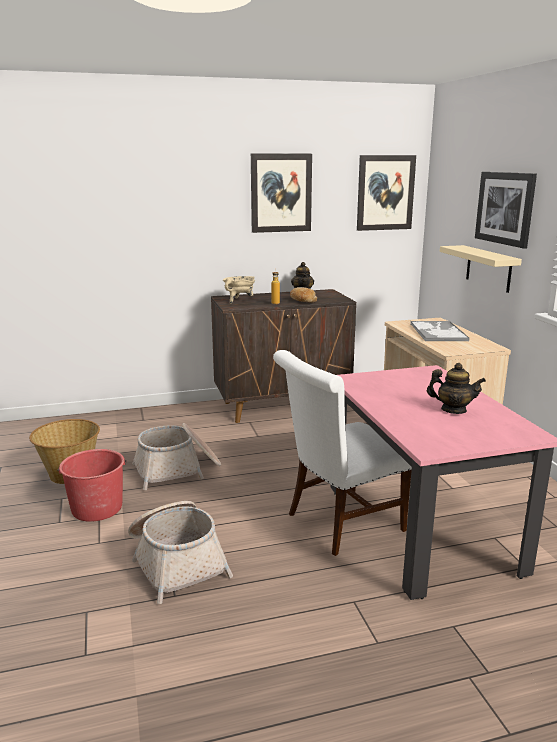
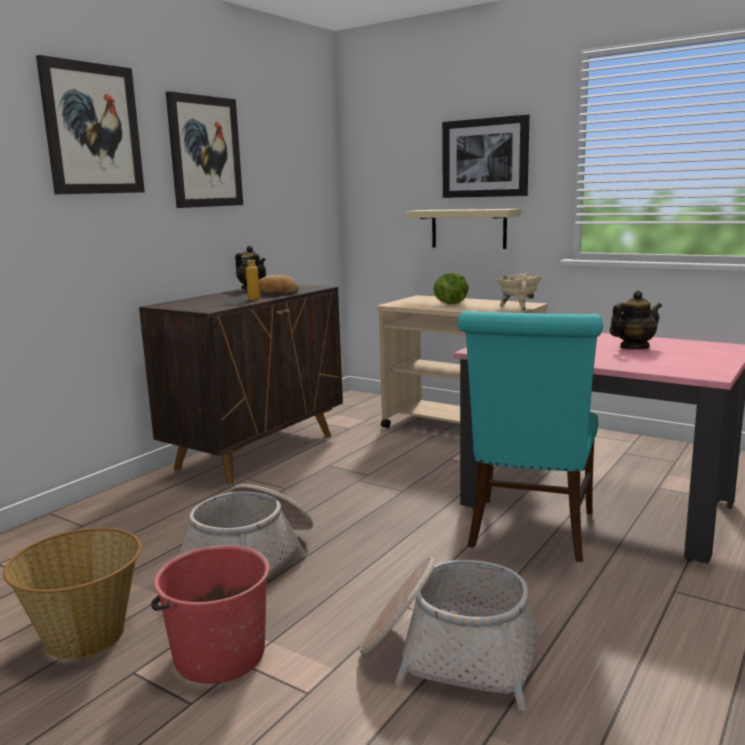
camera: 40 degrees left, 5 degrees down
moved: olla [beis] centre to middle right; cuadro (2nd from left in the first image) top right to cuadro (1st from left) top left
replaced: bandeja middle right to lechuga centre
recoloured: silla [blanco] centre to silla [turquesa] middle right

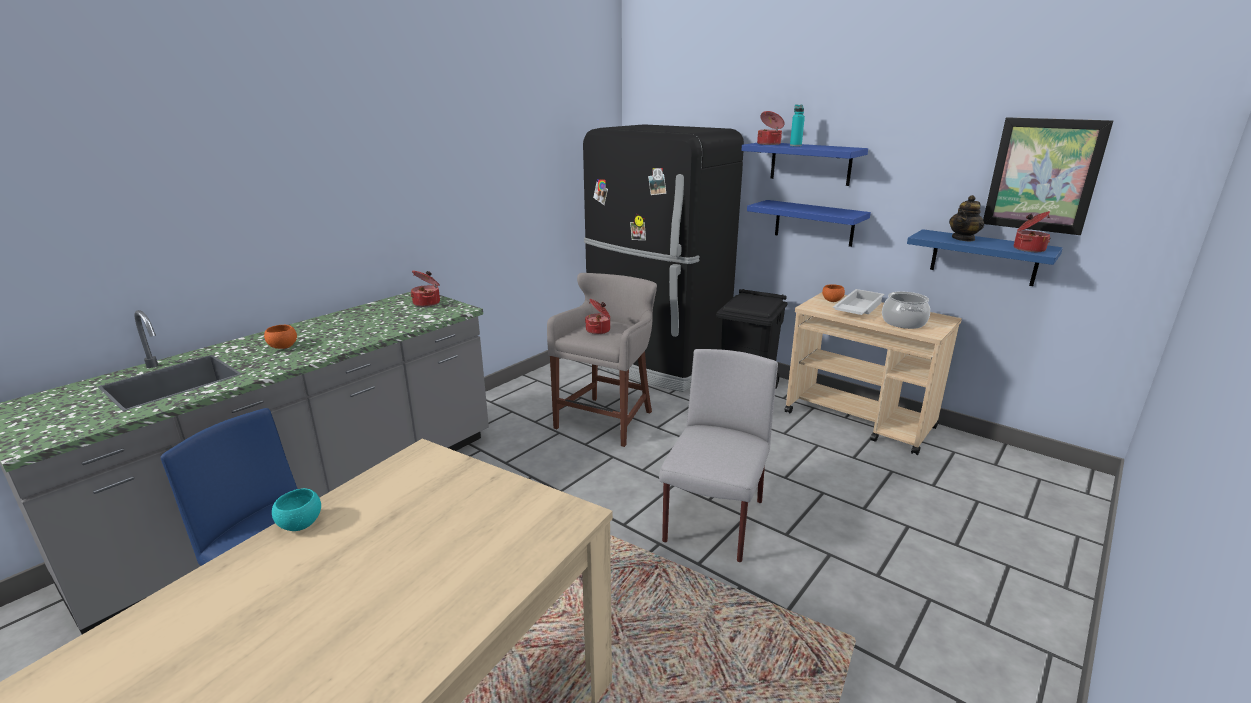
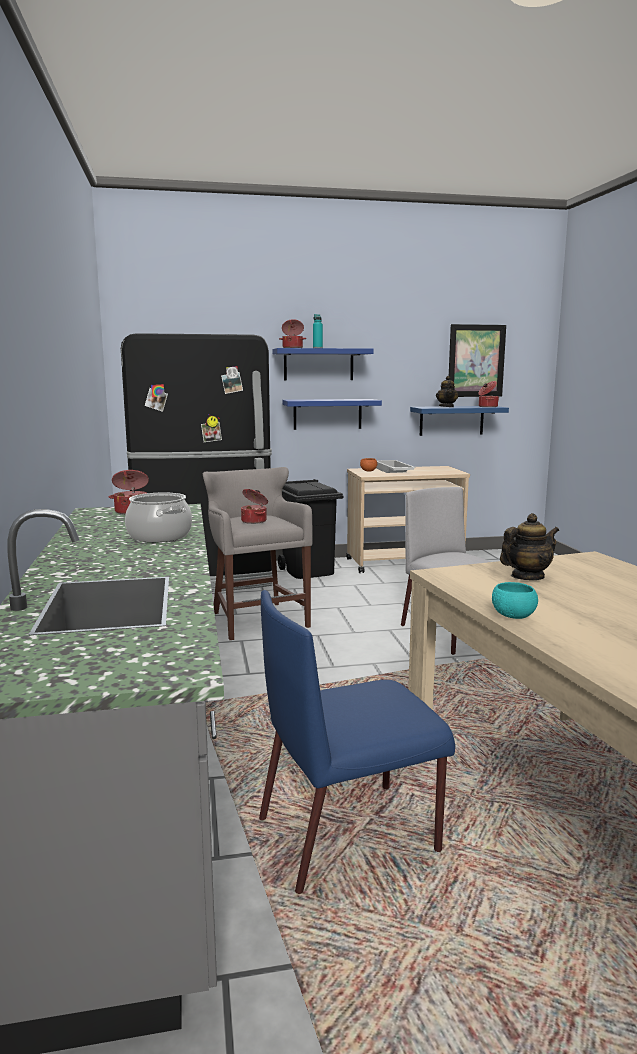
camera: 50 degrees left, 10 degrees down
removed: cuenco [naranja] (1st from left) middle left
added: tetera (2nd from left) middle right
moved: olla (4th from left in the first image) middle right to olla (2nd from left) middle left

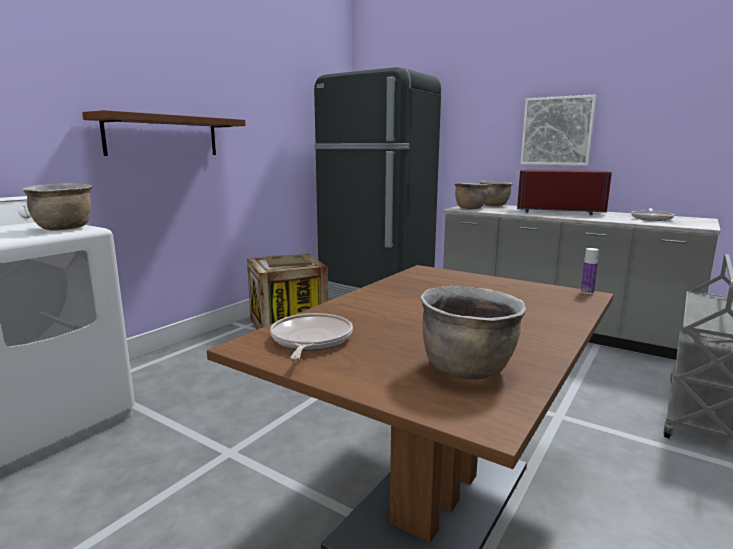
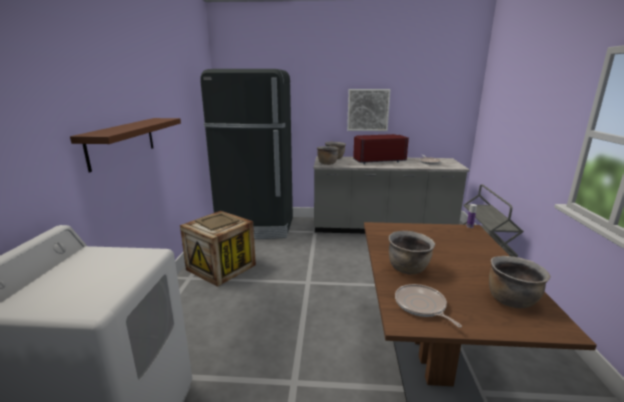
camera: 30 degrees left, 5 degrees up
moved: olla [marrón] (1st from left in the first image) middle left to olla [marrón] (3rd from left) centre

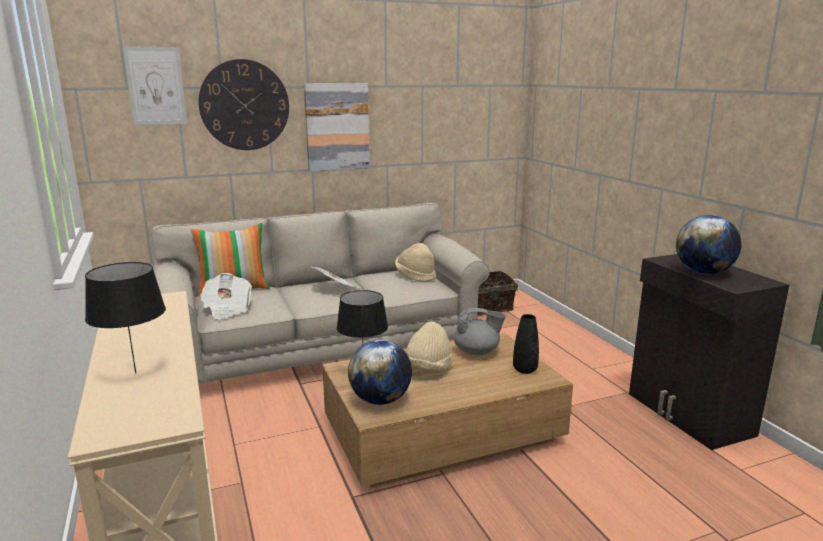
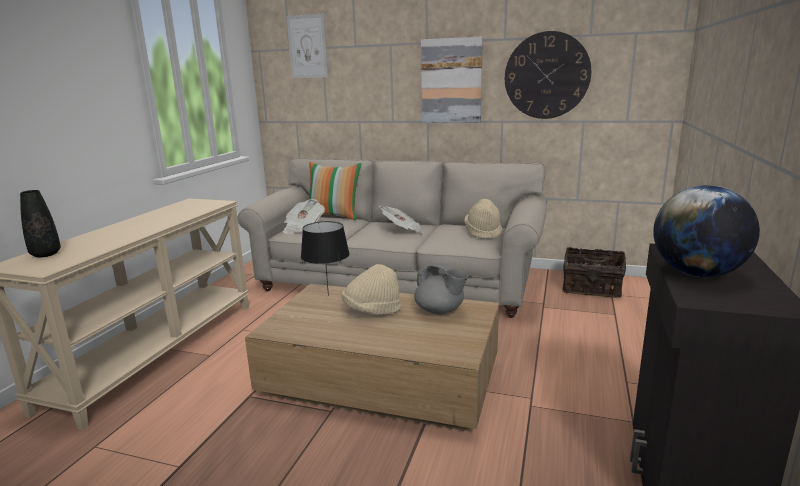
camera: 40 degrees right, 0 degrees up
removed: lámpara de mesa [negro] (1st from left) middle left; globo terráqueo (1st from left) bottom centre
moved: reloj de pared top left to top right; florero [negro] centre to middle left

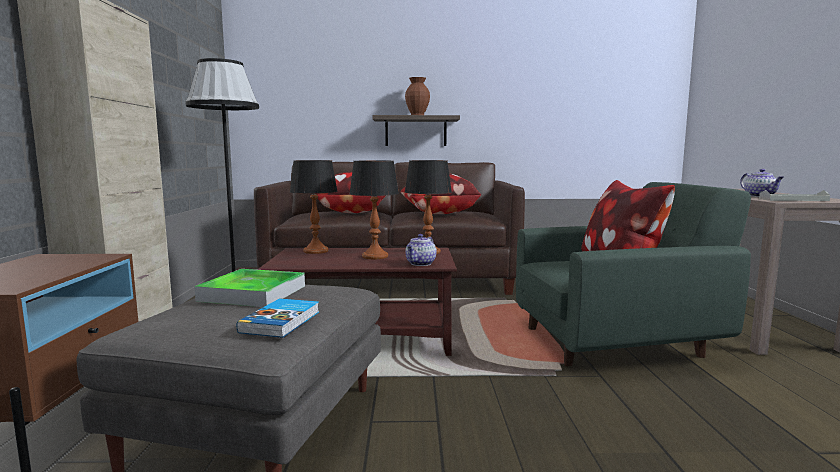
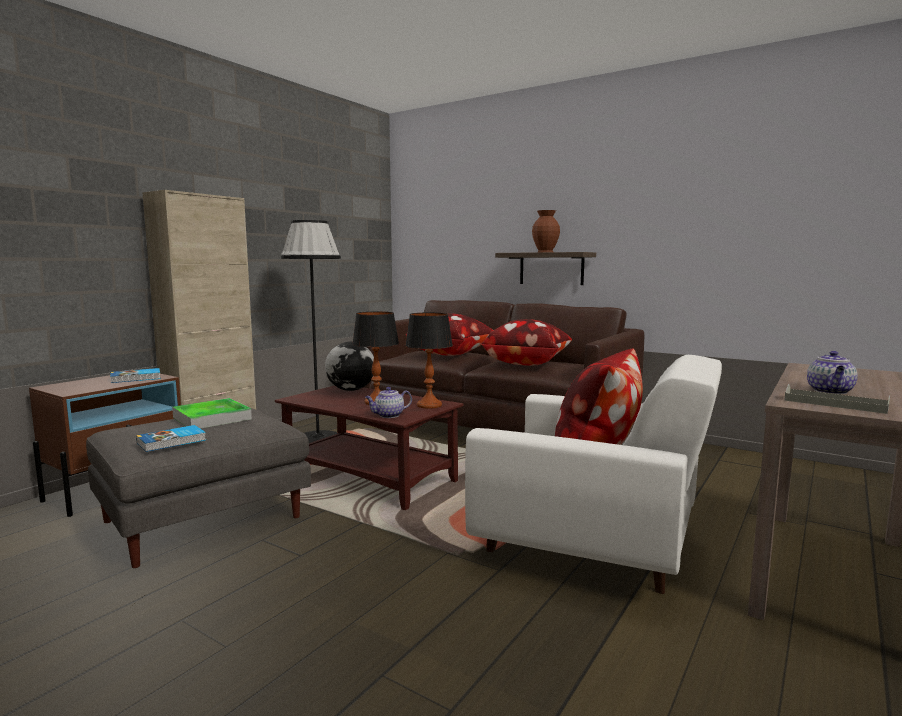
camera: 35 degrees right, 0 degrees up
added: libro (1st from left) middle left
replaced: lámpara de mesa (1st from left) centre to globo terráqueo centre
recoloured: sillón [verde] middle right to sillón [blanco] centre

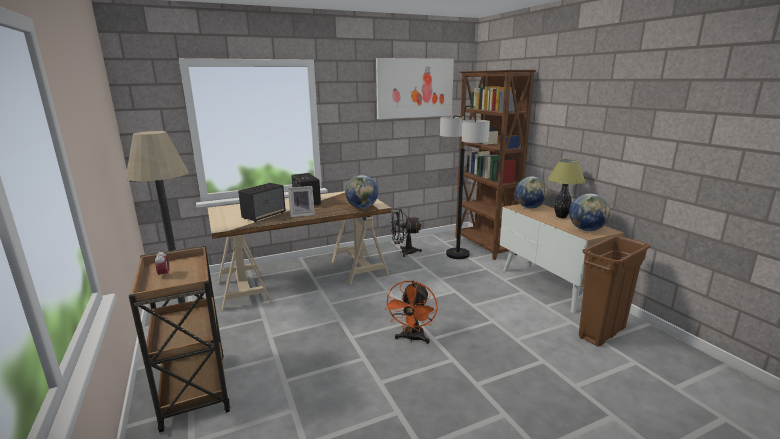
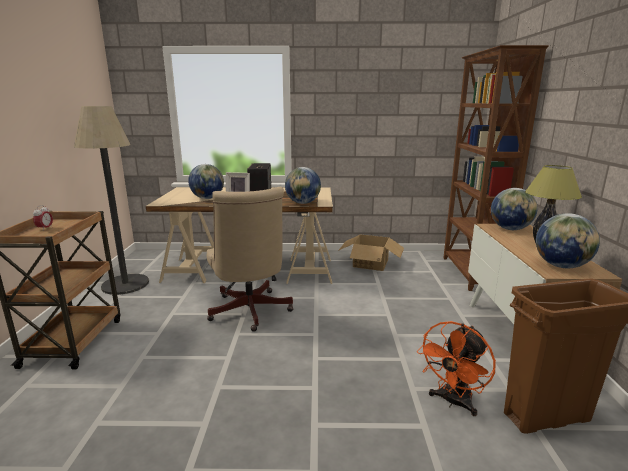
camera: 25 degrees right, 0 degrees up
removed: cuadro top centre; lámpara de pie (2nd from left) centre
added: silla de oficina [beis] centre
moved: ventilador [naranja] bottom centre to bottom right
replaced: altavoz (1st from left) centre to globo terráqueo (1st from left) middle left; ventilador [negro] centre to caja de cartón centre

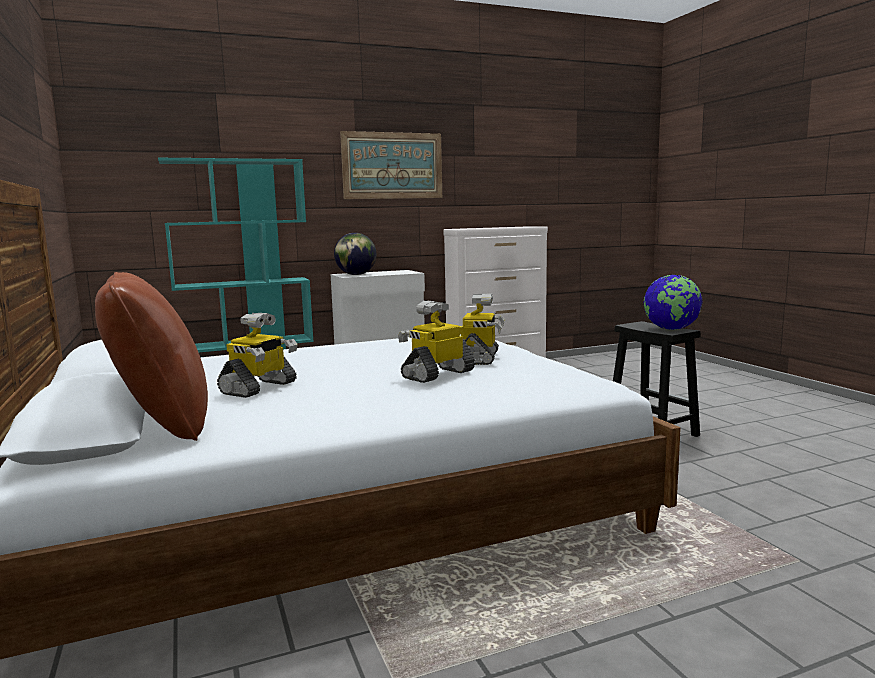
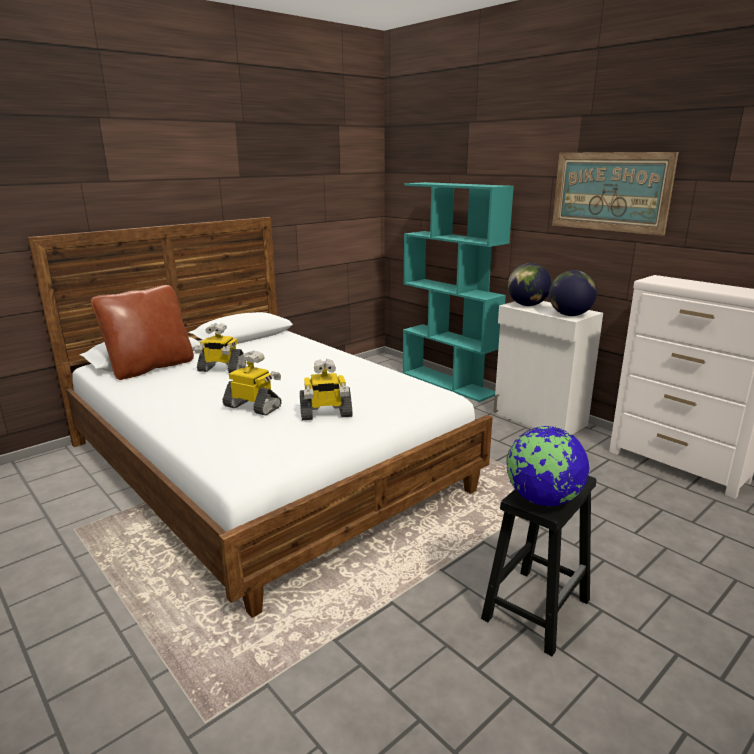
camera: 70 degrees right, 10 degrees up
added: globo terráqueo (3rd from left) middle right

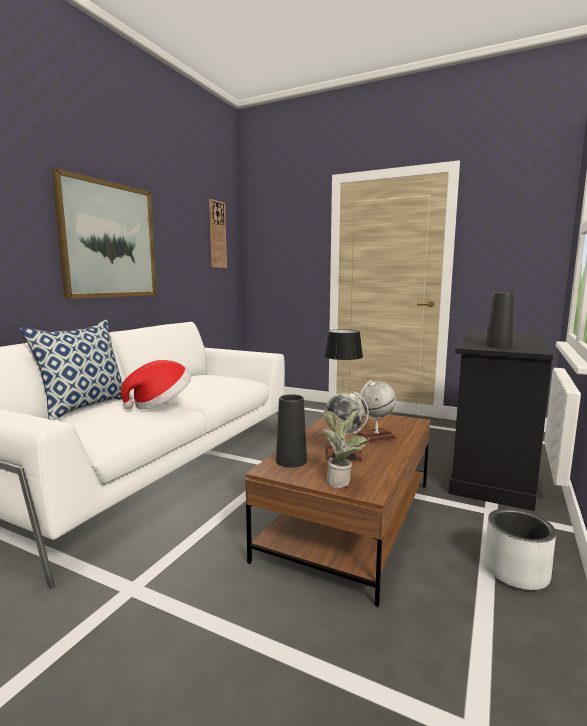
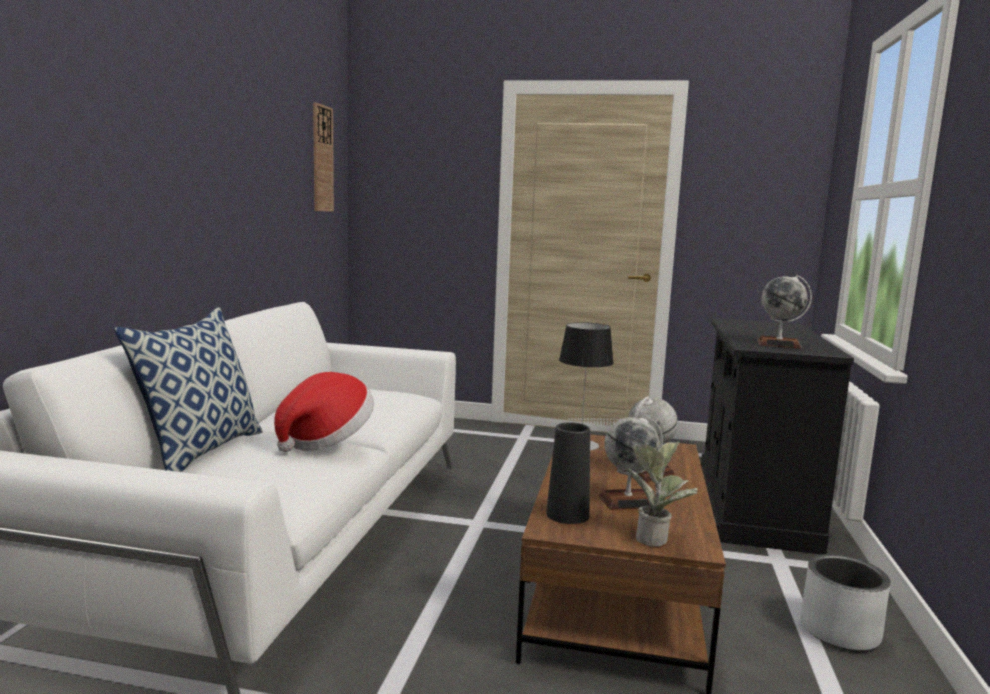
camera: 15 degrees left, 0 degrees up
removed: cuadro top left
replaced: florero [negro] (2nd from left) middle right to globo terráqueo (3rd from left) middle right

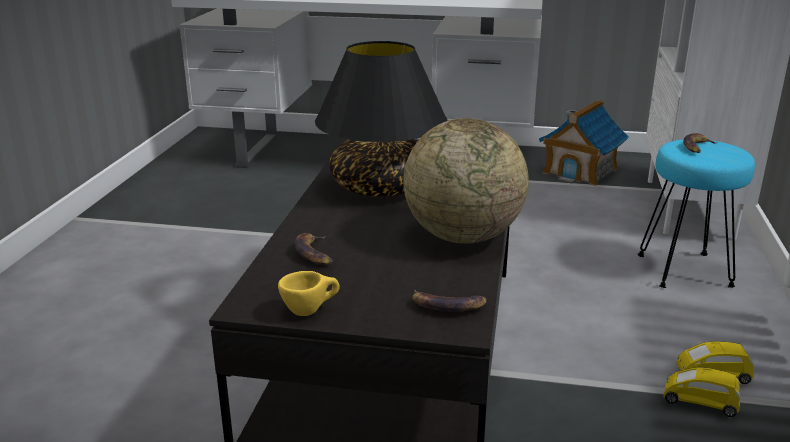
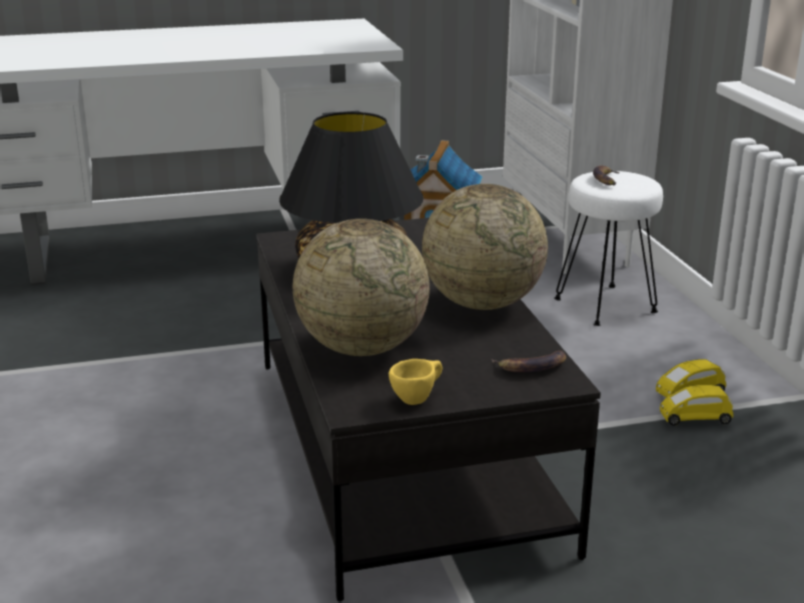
camera: 25 degrees left, 0 degrees up
replaced: plátano (1st from left) centre to globo terráqueo (1st from left) centre
recoloured: taburete [turquesa] middle right to taburete [blanco] middle right

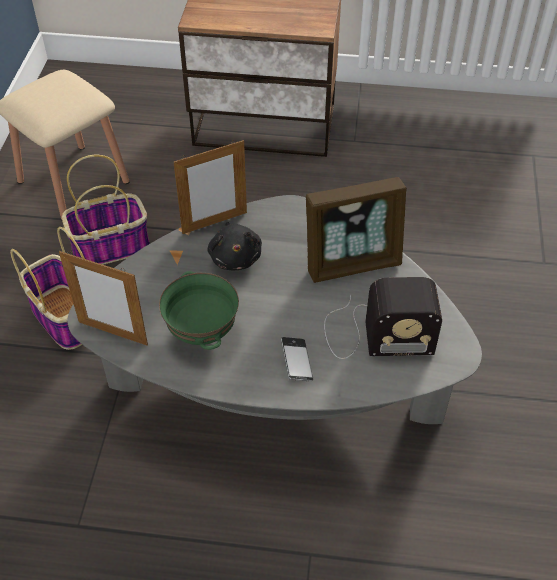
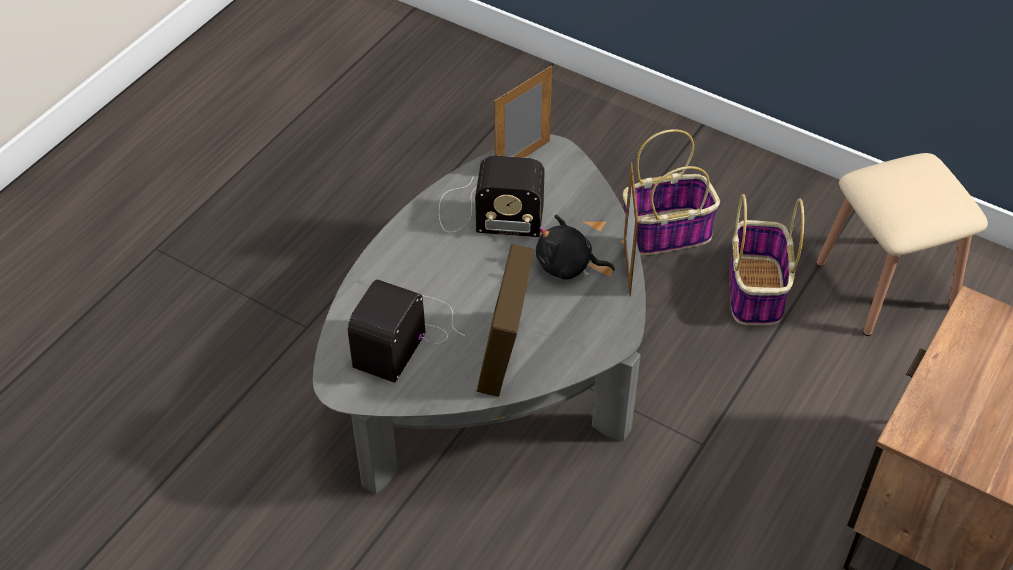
camera: 115 degrees right, 0 degrees up
removed: móvil centre
replaced: cuenco [verde] centre to radio (2nd from left) centre

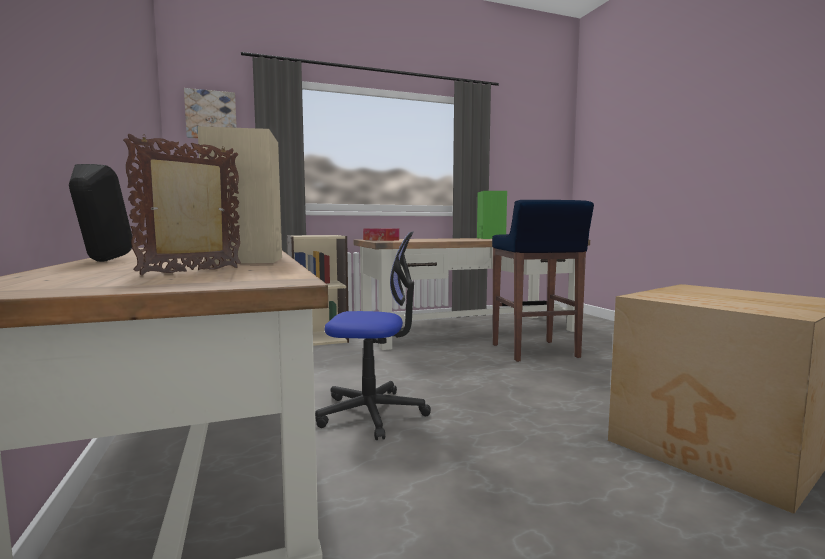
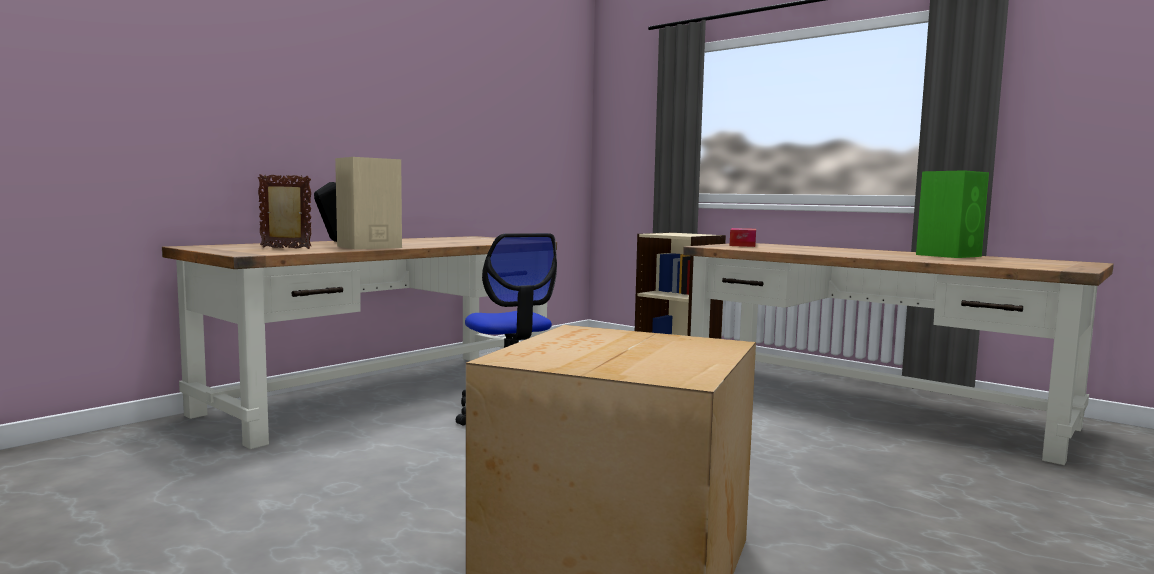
camera: 60 degrees right, 0 degrees up
removed: cuadro top left; taburete [azul] centre

